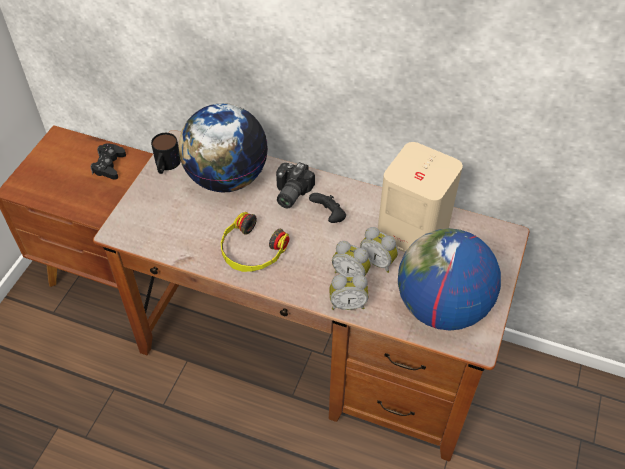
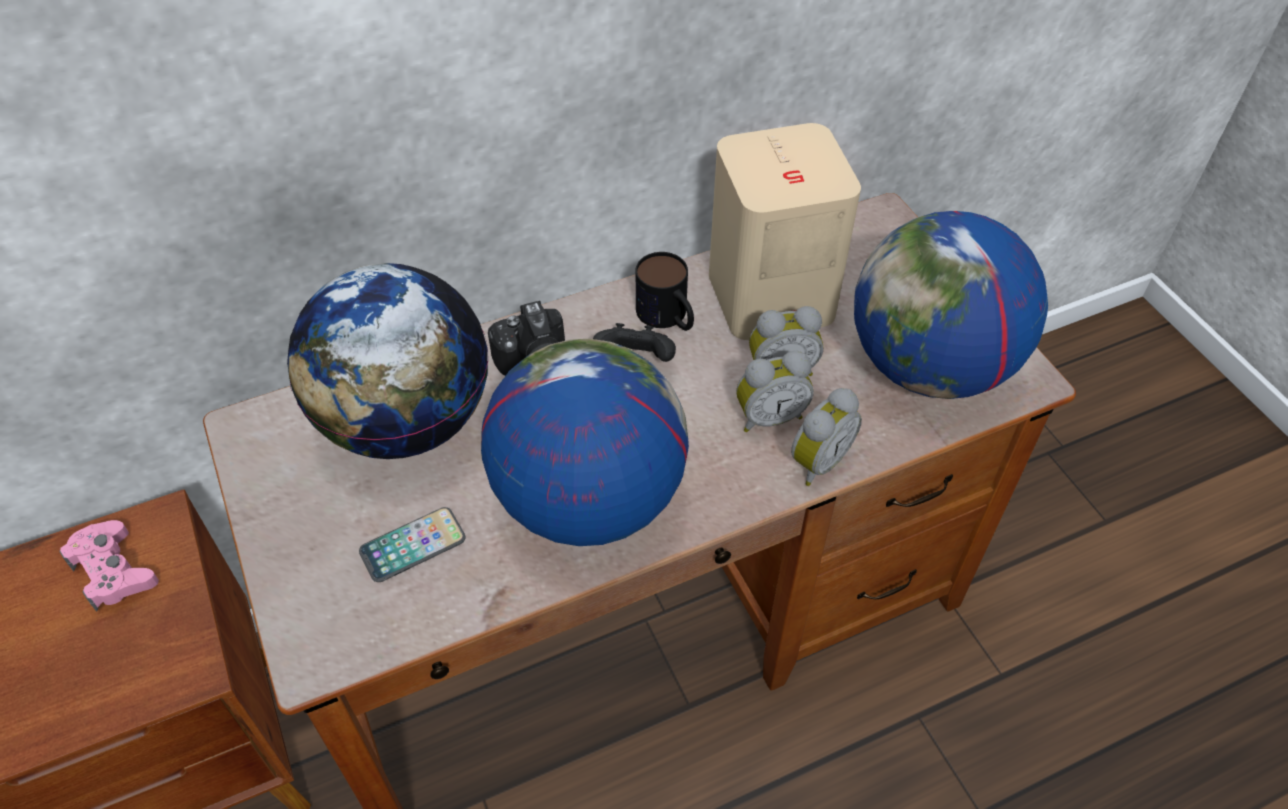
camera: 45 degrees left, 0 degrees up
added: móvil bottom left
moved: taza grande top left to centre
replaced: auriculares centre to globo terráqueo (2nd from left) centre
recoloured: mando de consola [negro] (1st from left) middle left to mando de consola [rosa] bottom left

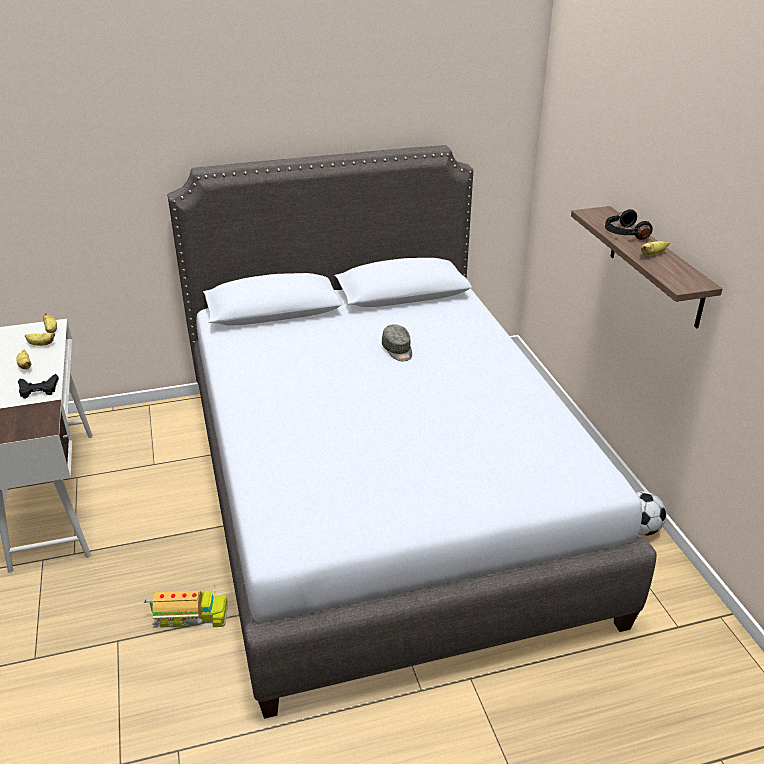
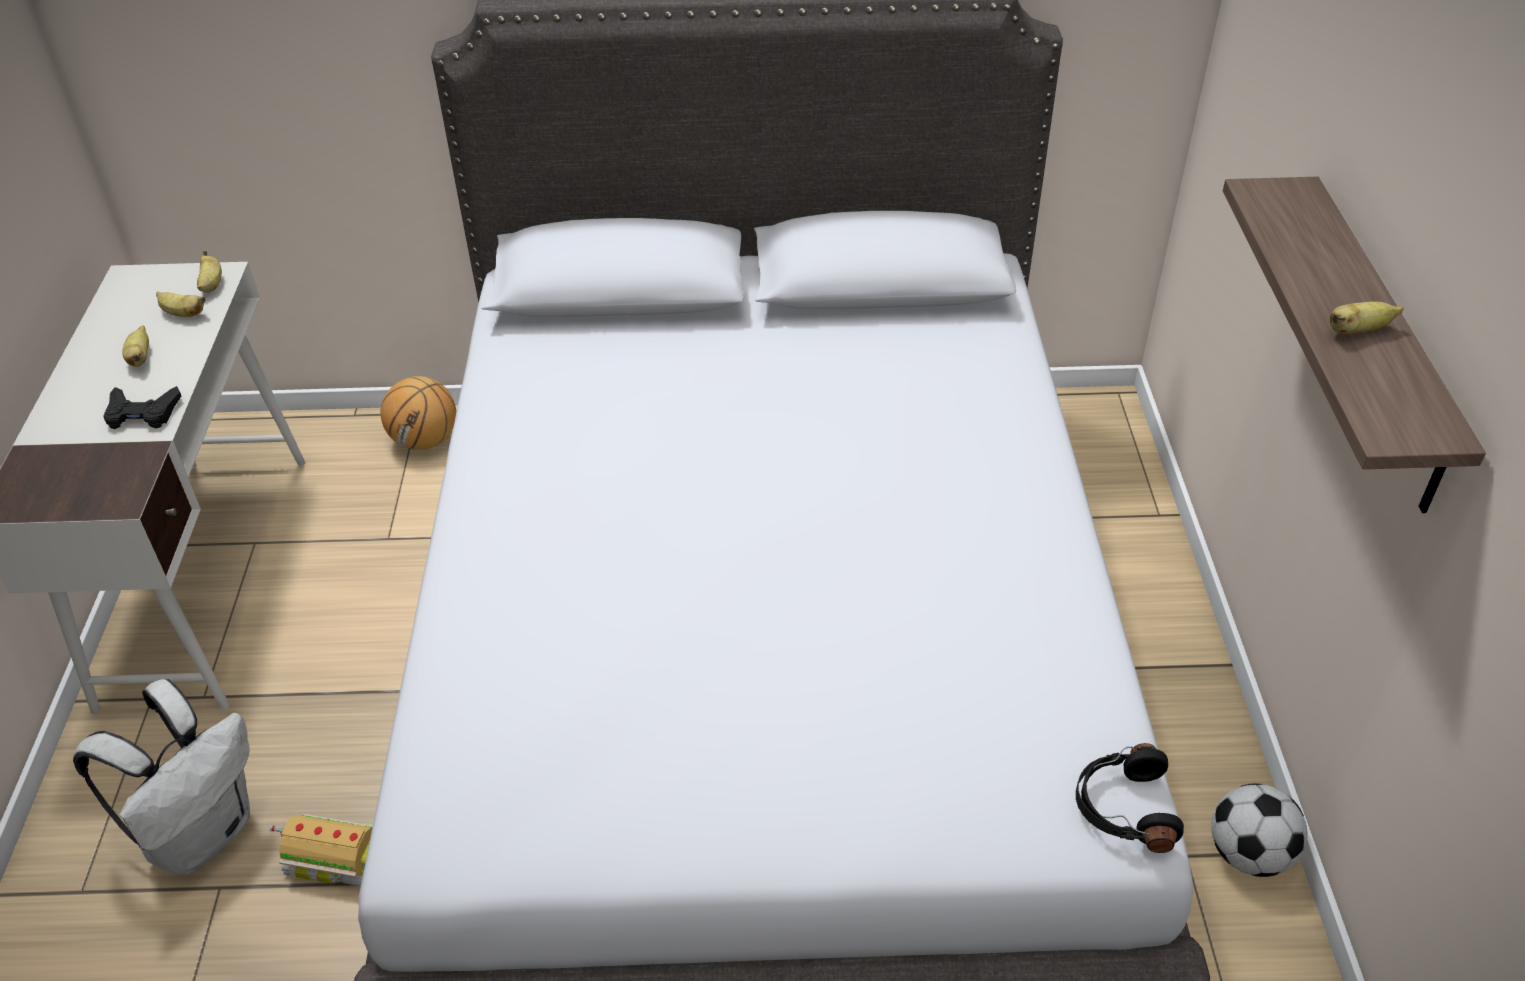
camera: 15 degrees right, 10 degrees up
removed: gorra [gris] centre
added: mochila [blanco] bottom left; balón de baloncesto middle left
moved: auriculares [negro] top right to bottom right

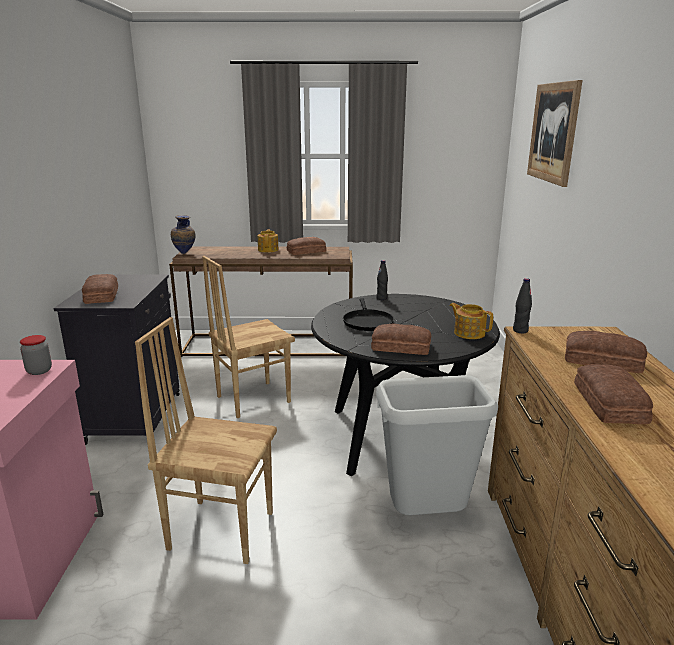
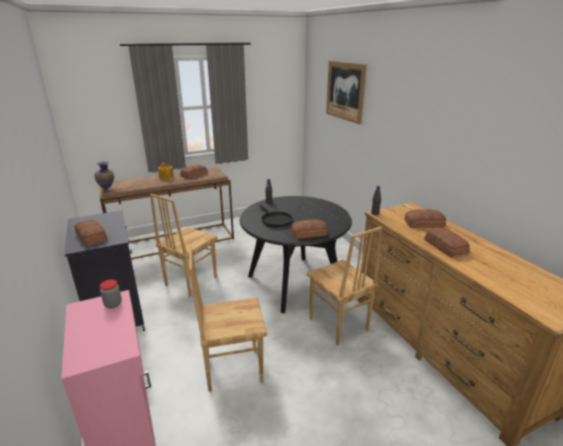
camera: 25 degrees left, 5 degrees up
removed: tetera (2nd from left) middle right
replaced: papelera [gris] bottom centre to silla [marrón] (3rd from left) centre

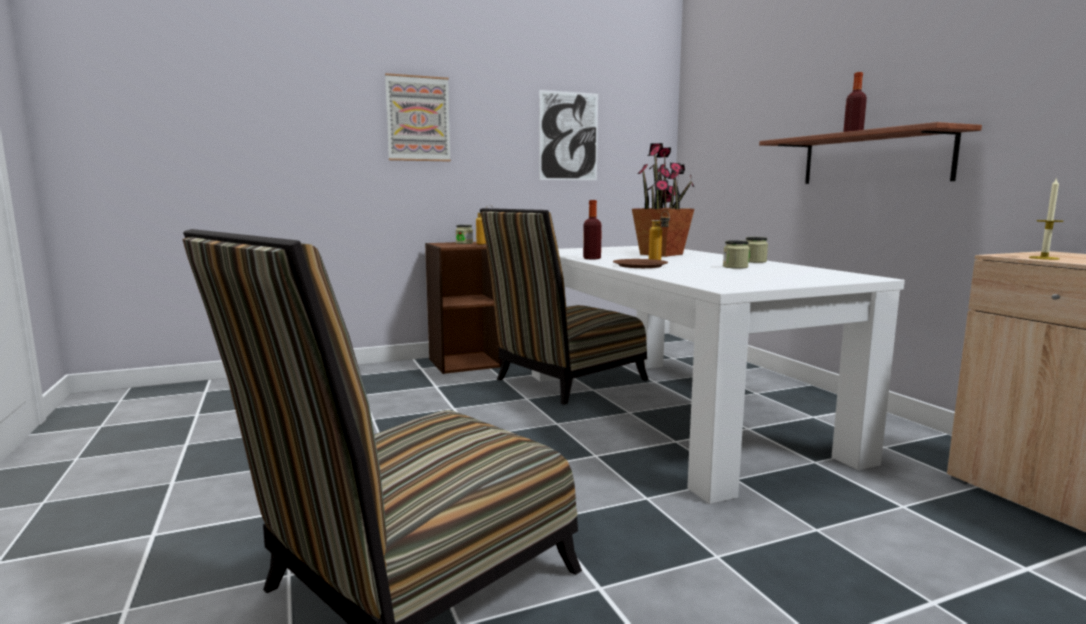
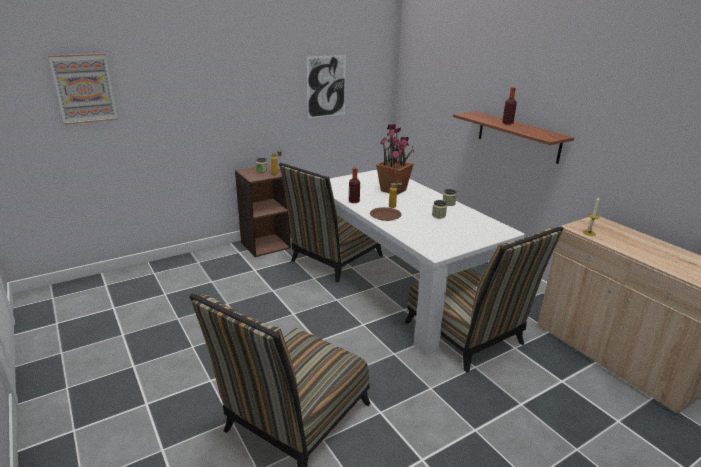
camera: 10 degrees left, 15 degrees up
added: silla (3rd from left) middle right
moved: cuadro (1st from left) top centre to top left

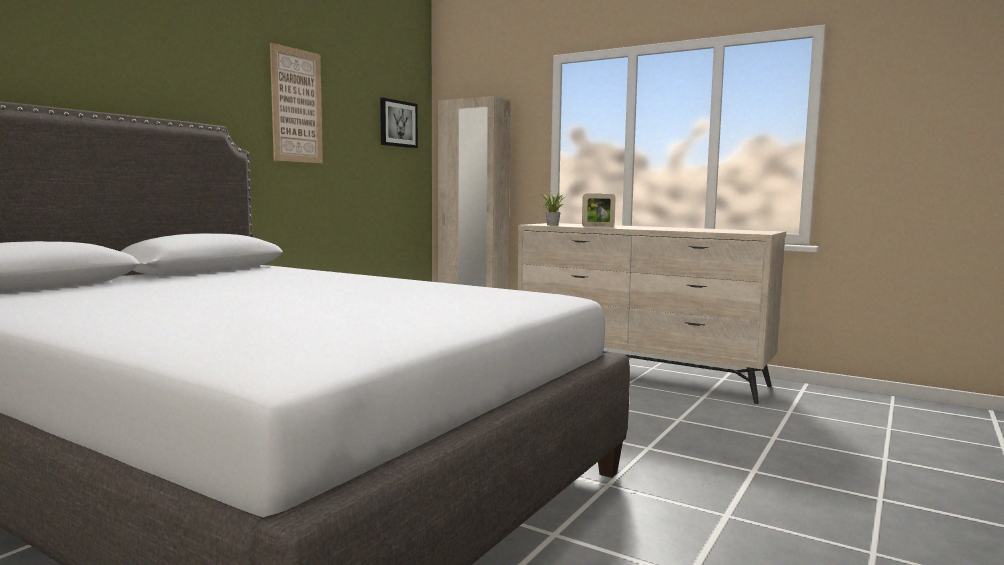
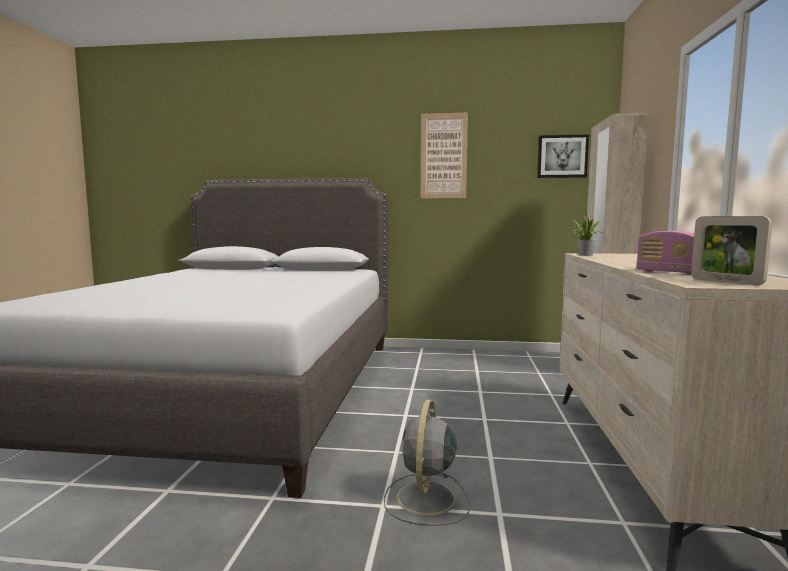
camera: 65 degrees right, 0 degrees up
added: ventilador [gris] bottom centre; radio middle right
moved: portarretratos centre to middle right

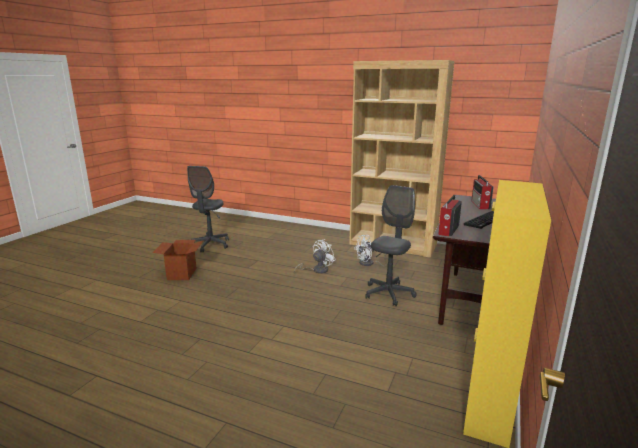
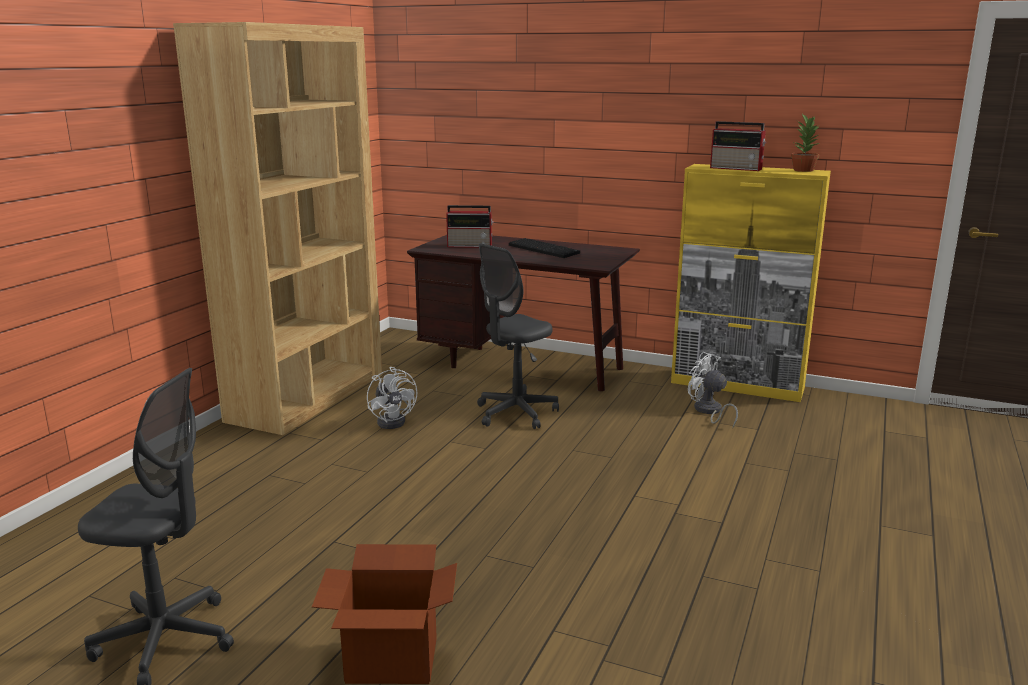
camera: 90 degrees left, 0 degrees up
added: planta en maceta top right
moved: ventilador [blanco] (1st from left in the first image) centre to ventilador [blanco] (2nd from left) middle right; radio (1st from left in the first image) middle right to radio (2nd from left) top right
turned: silla de oficina [gris] (2nd from left) centre = centre 75 degrees counterclockwise

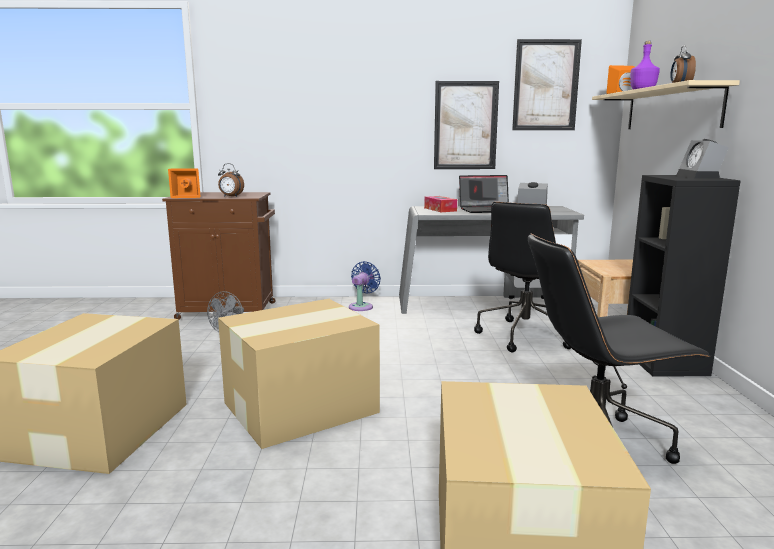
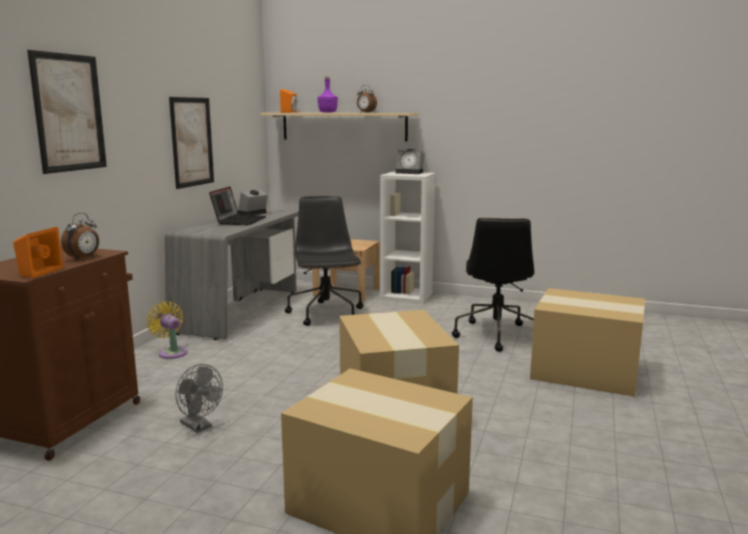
camera: 70 degrees left, 0 degrees up
removed: caja de pañuelos centre
moved: cuadro (2nd from left in the first image) top right to cuadro (1st from left) top left
recoloured: ventilador [azul] centre to ventilador [amarillo] middle left; estantería [negro] middle right to estantería [blanco] centre
turned: silla de oficina [negro] (1st from left) middle right = centre 150 degrees counterclockwise

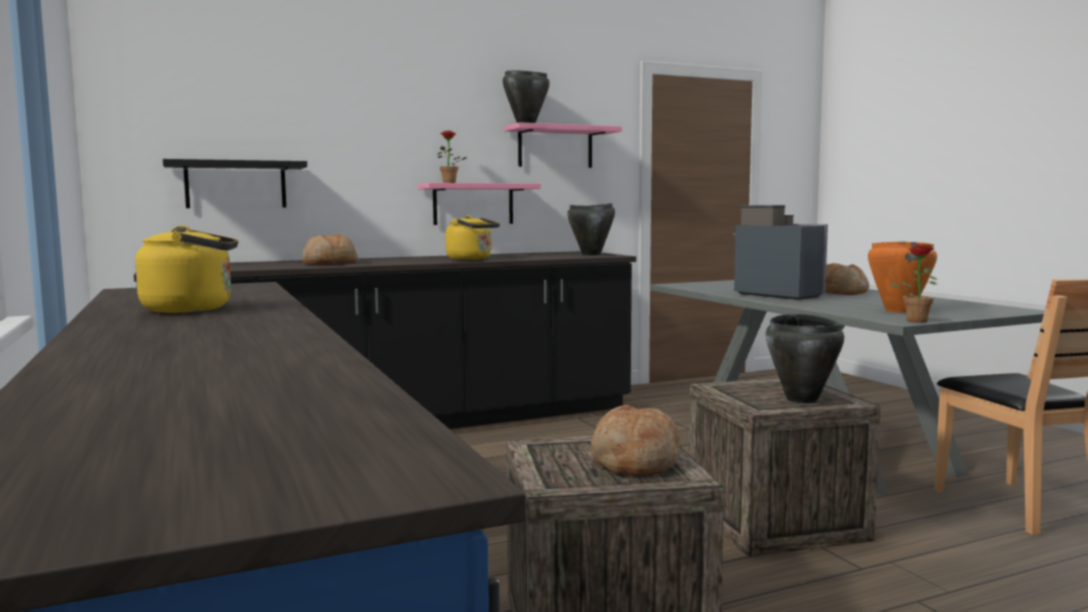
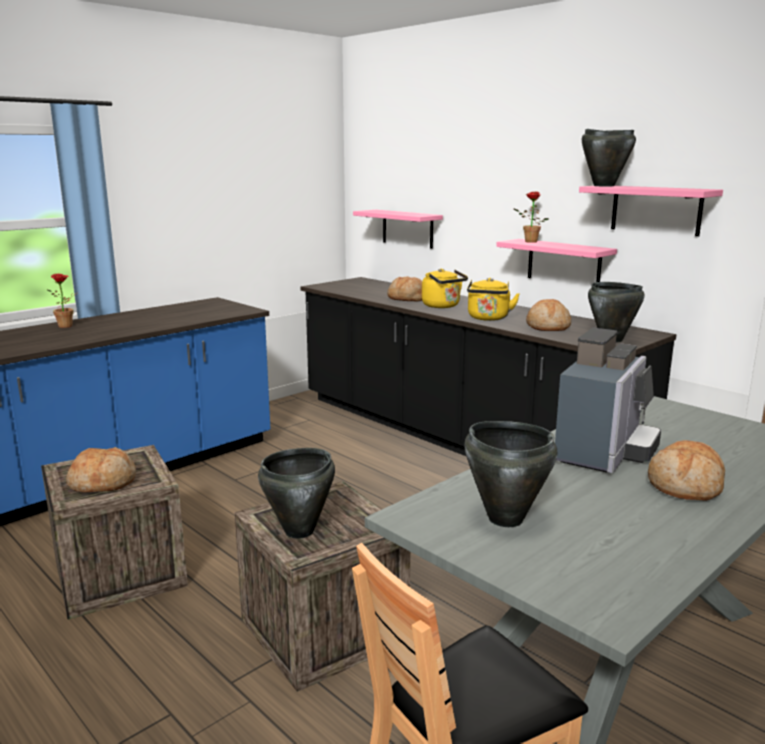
camera: 70 degrees right, 10 degrees up
added: pan (3rd from left) middle right
moved: hervidor [amarillo] (1st from left) middle left to centre; planta en maceta (2nd from left in the first image) middle right to planta en maceta (1st from left) middle left
recoloured: estante [negro] top left to estante [rosa] (1st from left) top centre; olla [naranja] middle right to olla [negro] (2nd from left) middle right

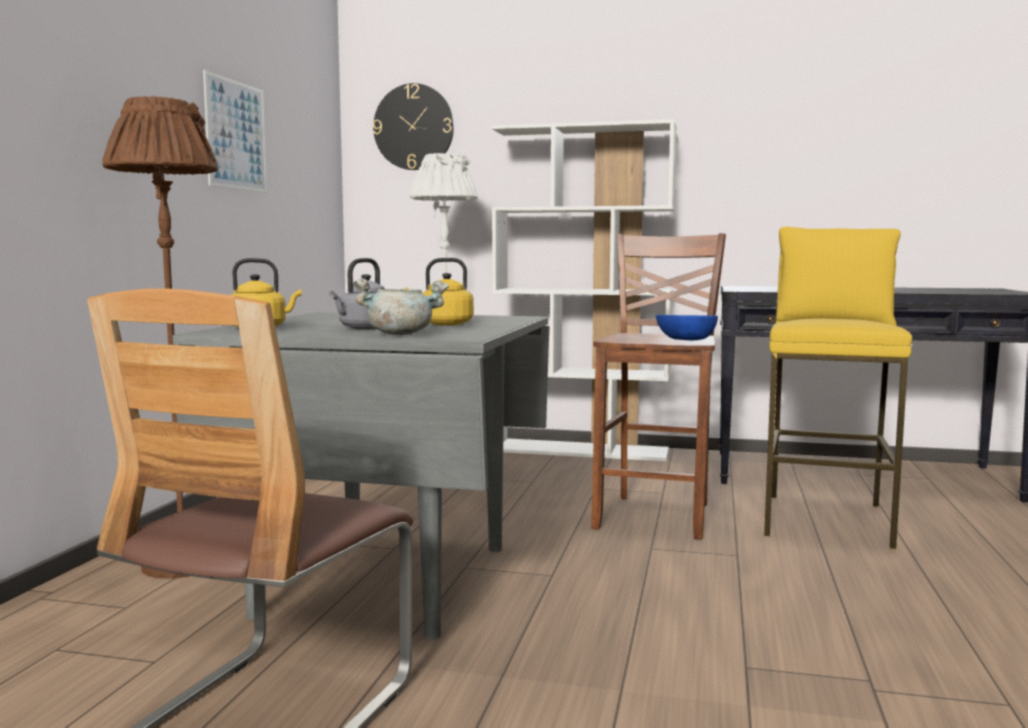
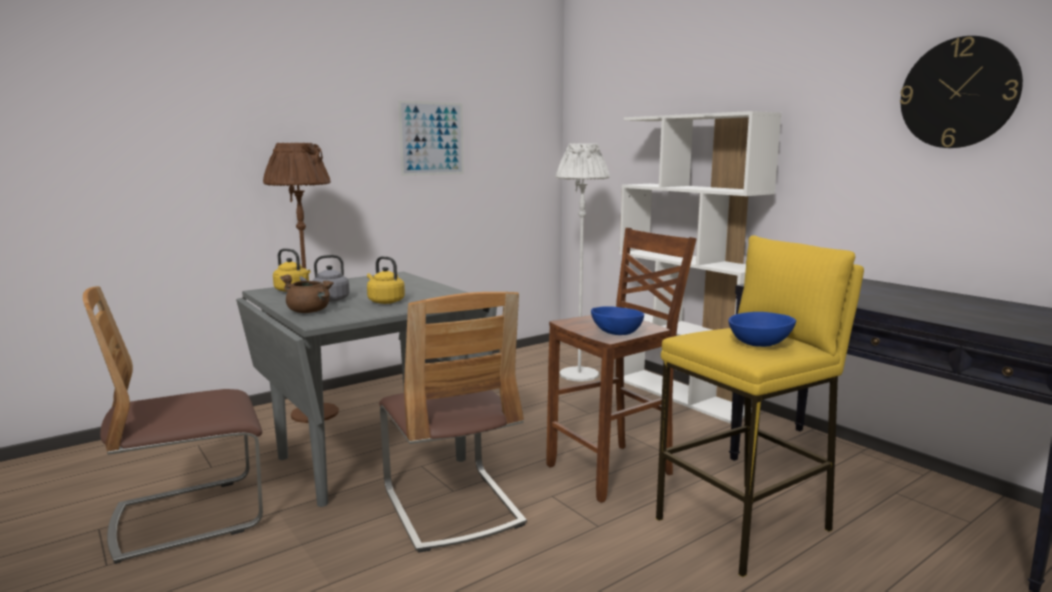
camera: 40 degrees right, 5 degrees up
added: silla (2nd from left) bottom centre; cuenco [azul] (2nd from left) middle right
moved: reloj de pared top centre to top right
recoloured: olla [gris] centre to olla [marrón] middle left

